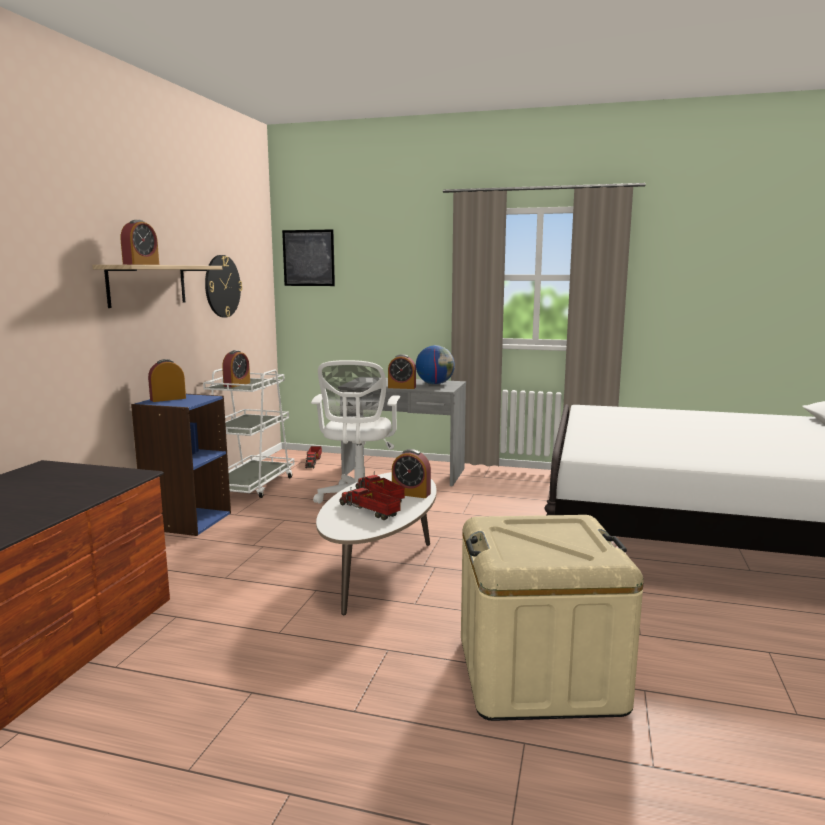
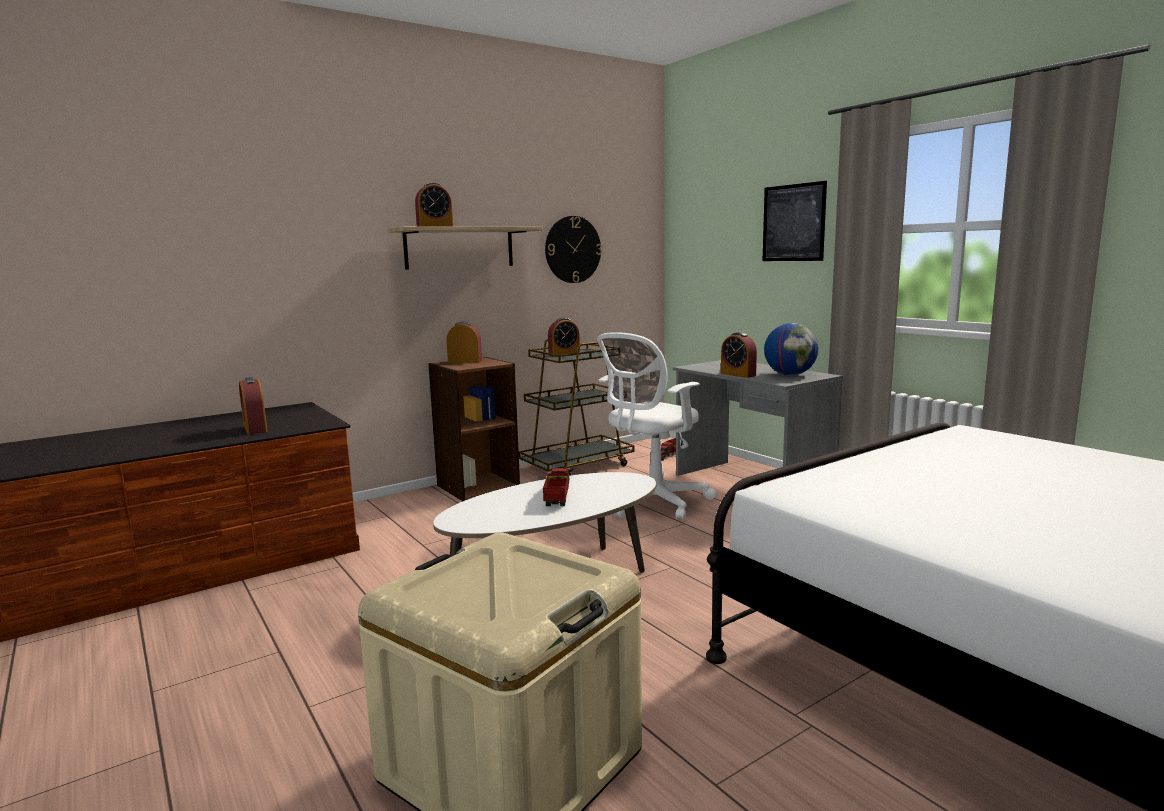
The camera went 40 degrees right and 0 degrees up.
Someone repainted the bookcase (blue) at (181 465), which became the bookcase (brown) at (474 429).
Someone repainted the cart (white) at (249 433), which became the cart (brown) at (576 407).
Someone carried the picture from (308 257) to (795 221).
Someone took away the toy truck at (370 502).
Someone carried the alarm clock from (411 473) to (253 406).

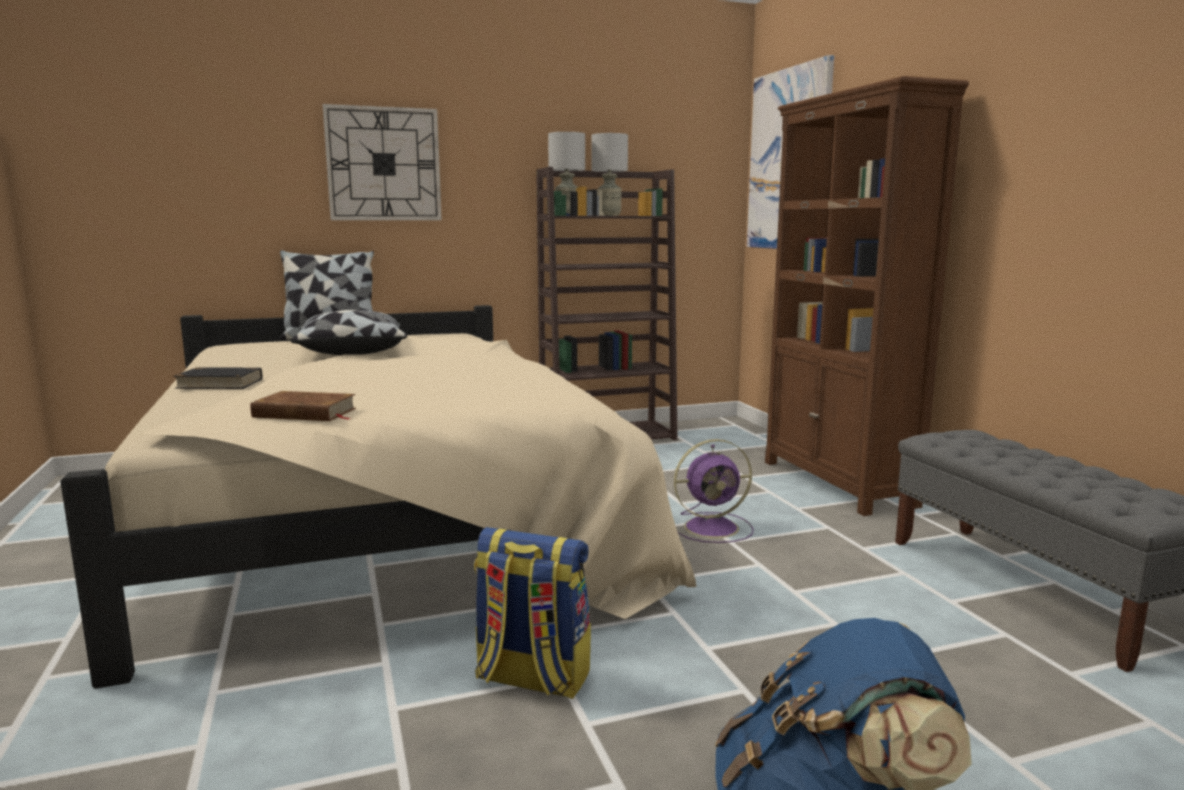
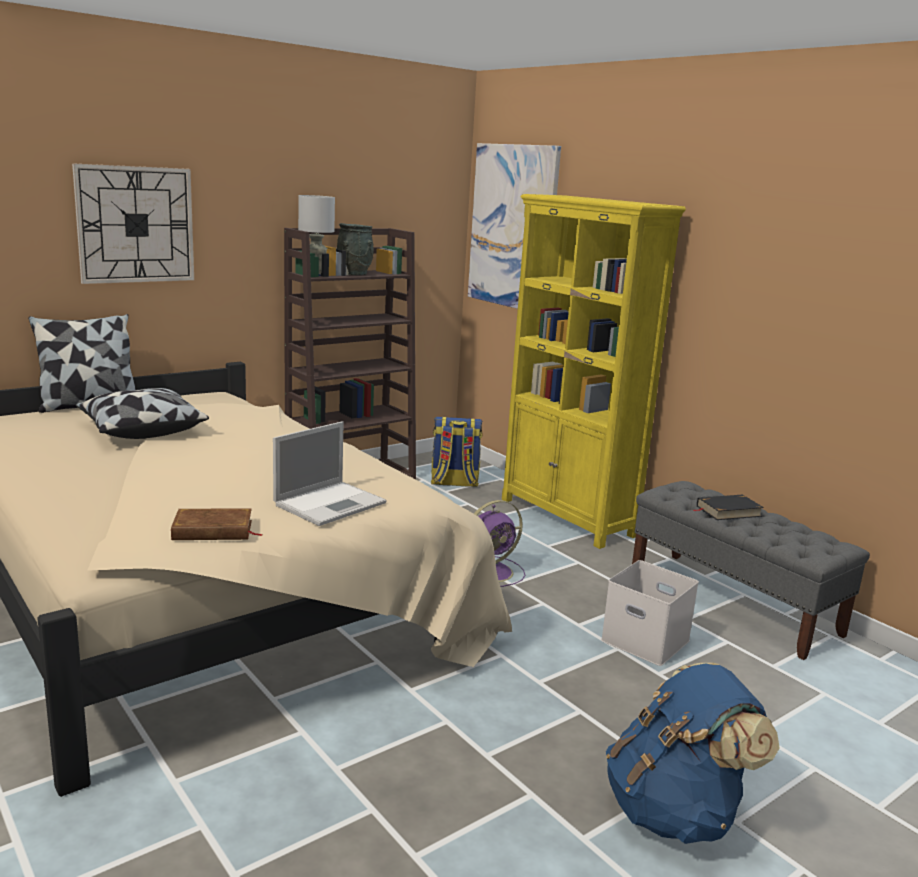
The camera went 20 degrees left and 5 degrees up.
Someone carried the book (black) from (217 378) to (729 507).
Someone carried the backpack from (532 613) to (457 452).
Someone swapped the table lamp (grey) at (609 174) for the vase (grey) at (355 249).
Someone repainted the bookcase (brown) at (867 296), which became the bookcase (yellow) at (594 371).
Someone put down the laptop at (329 473).
Someone put down the storage box (white) at (650 613).

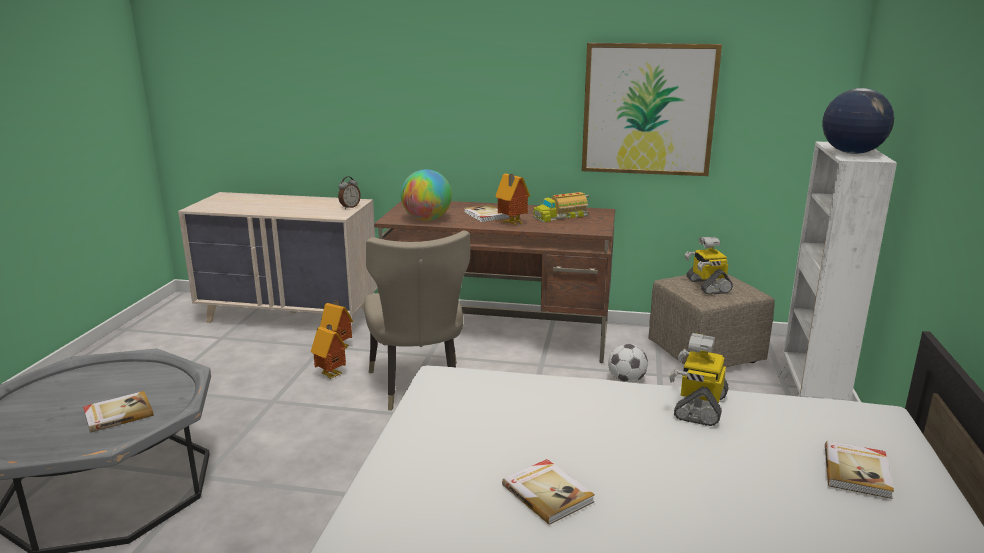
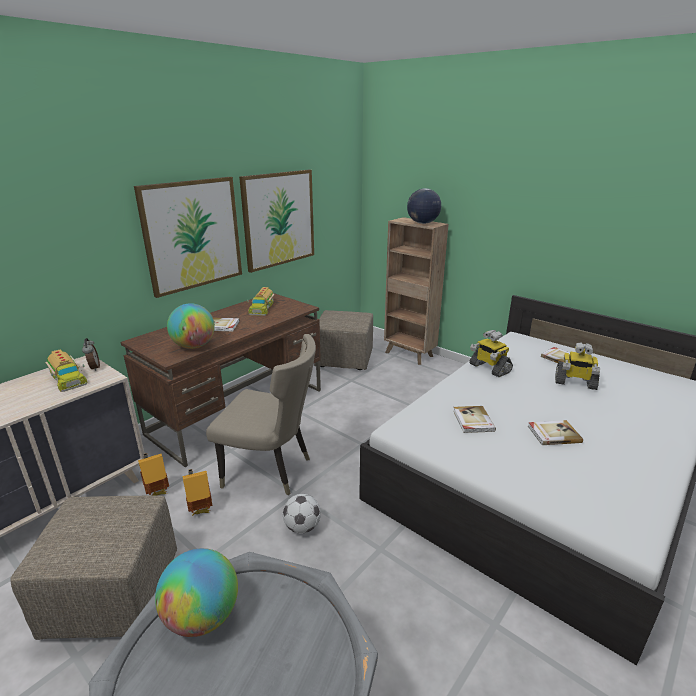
The camera went 60 degrees left and 5 degrees up.
Someone carried the book from (118 412) to (474 419).
Someone took away the toy house at (512 199).
Someone carried the football from (628 363) to (302 514).
Someone carried the toy robot from (708 266) to (577 366).
Someone repainted the bookcase (white) at (838 271), which became the bookcase (brown) at (416 291).
Someone put down the ottoman (beige) at (93 567).
Someone put down the toy truck at (66 370).
Someone put up the picture at (188 237).
Someone put down the globe at (196 592).

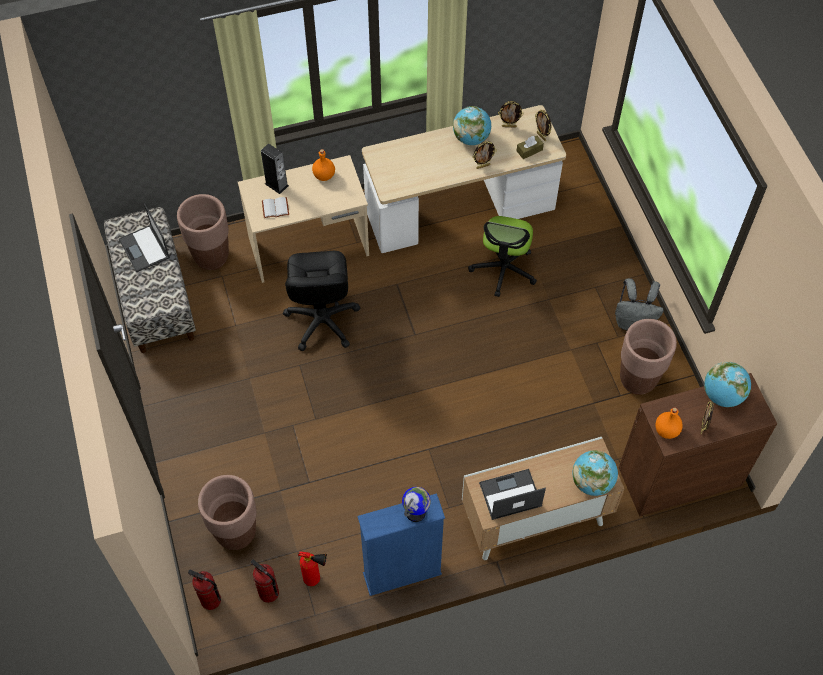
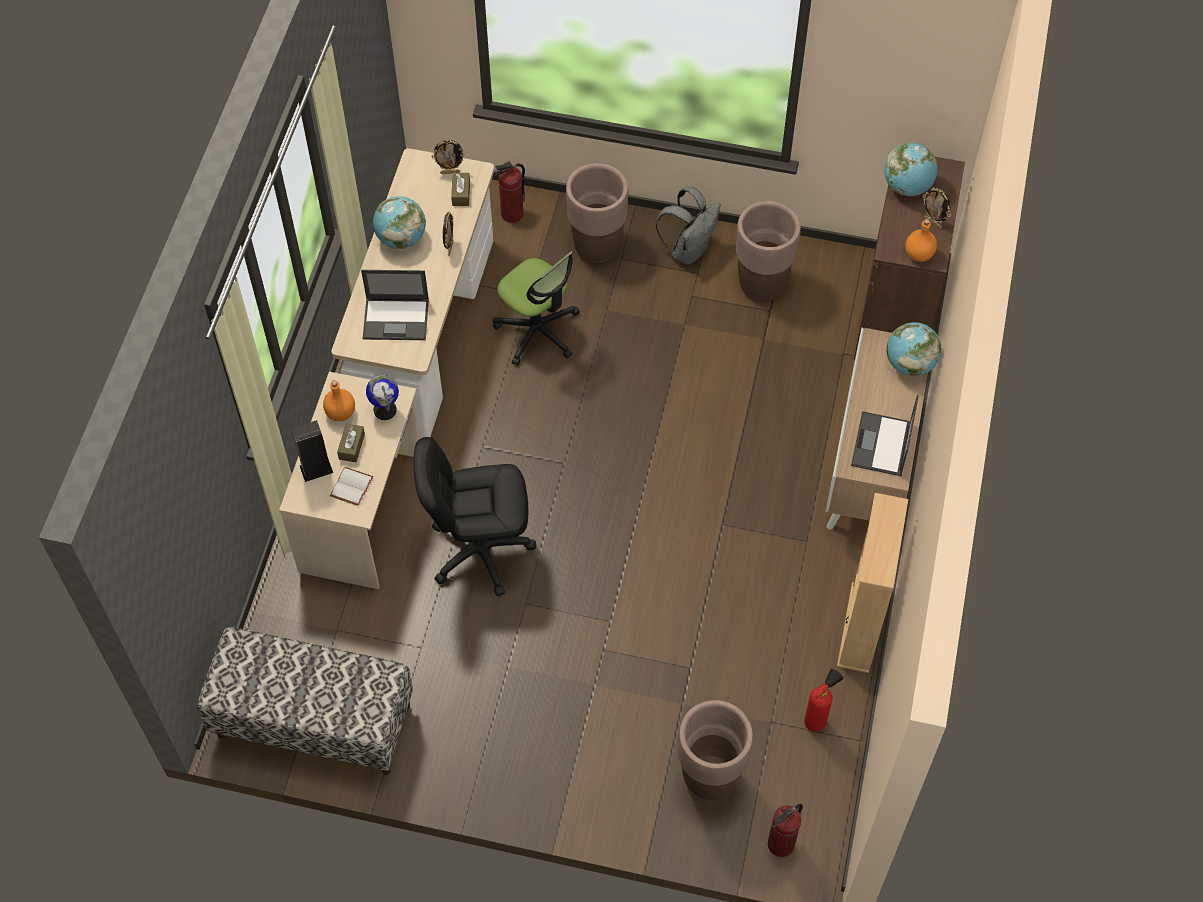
The camera went 60 degrees left and 0 degrees up.
Someone carried the laptop from (144 238) to (395 305).
Someone carried the planter (brown) from (203 232) to (597 213).
Someone carried the fire extinguisher from (265 581) to (510 192).
Someone rotated the office chair (black) at (321 301) by 150 degrees clockwise.
Someone repainted the bookcase (blue) at (401 544), which became the bookcase (beige) at (872 583).
Someone carried the globe from (416 504) to (382 397).
Someone took away the picture frame at (511 114).
Someone put down the tissue box (brown) at (351 443).

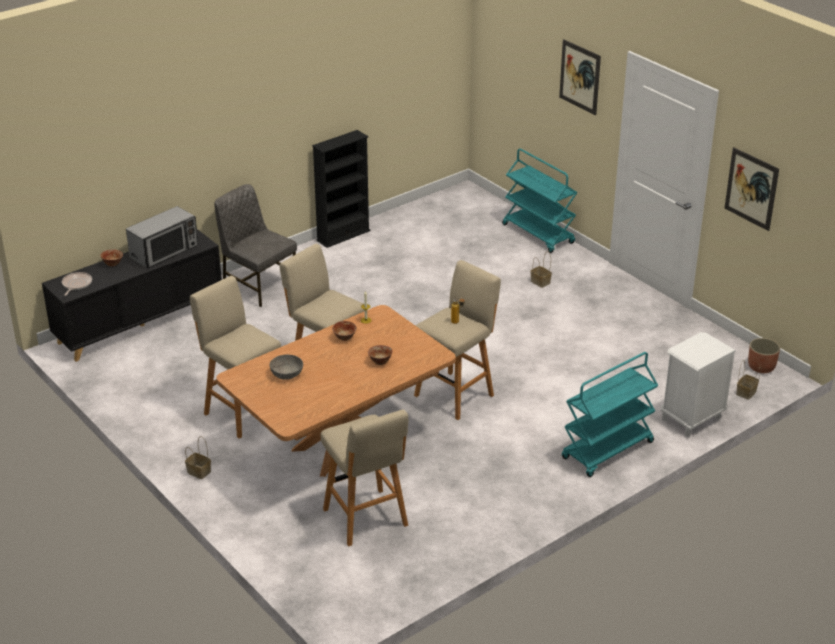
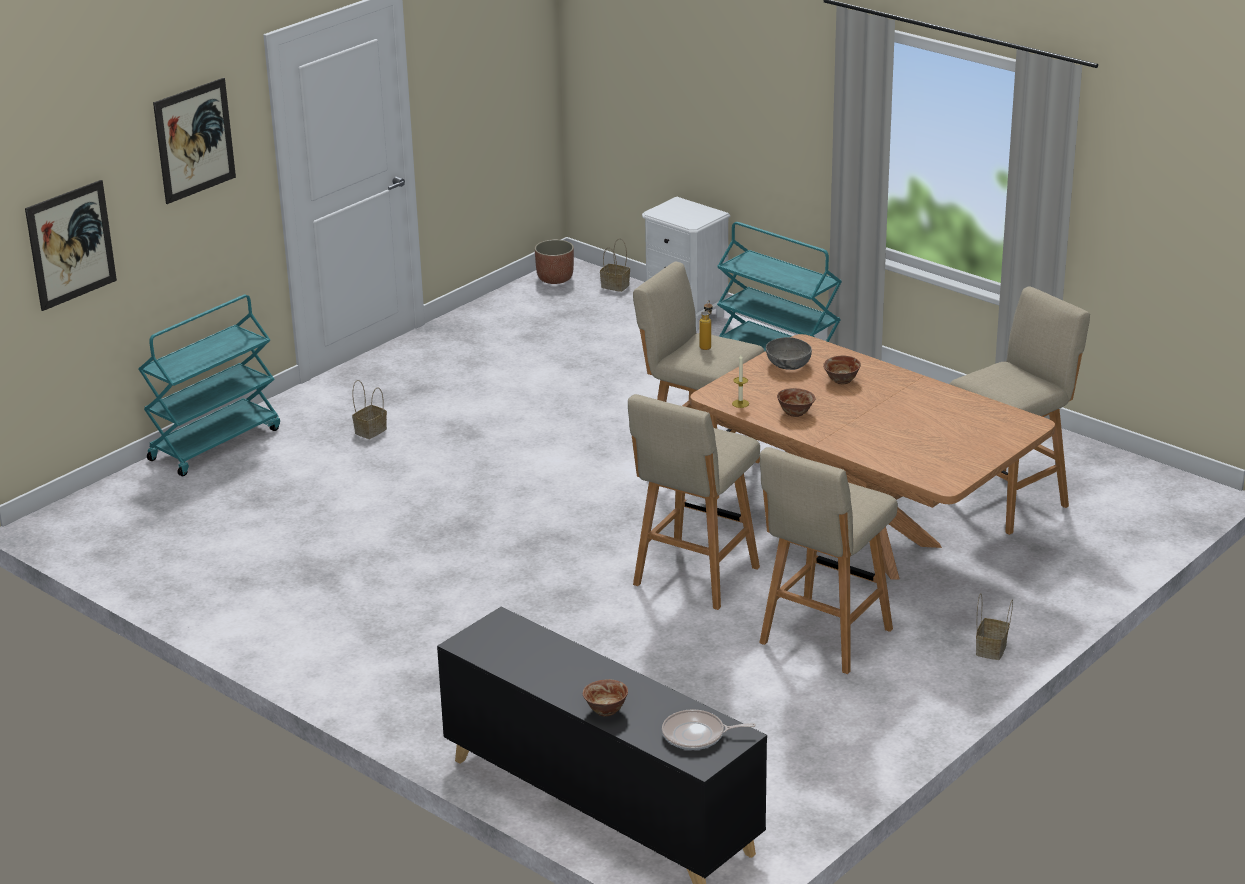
The camera went 100 degrees left and 5 degrees down.
Someone took away the microwave at (162 237).
Someone took away the chair (grey) at (255 245).
Someone carried the bowl (grey) from (286 367) to (789 353).
Someone took away the bookcase (black) at (341 189).
Someone carried the picture from (751 189) to (71 245).

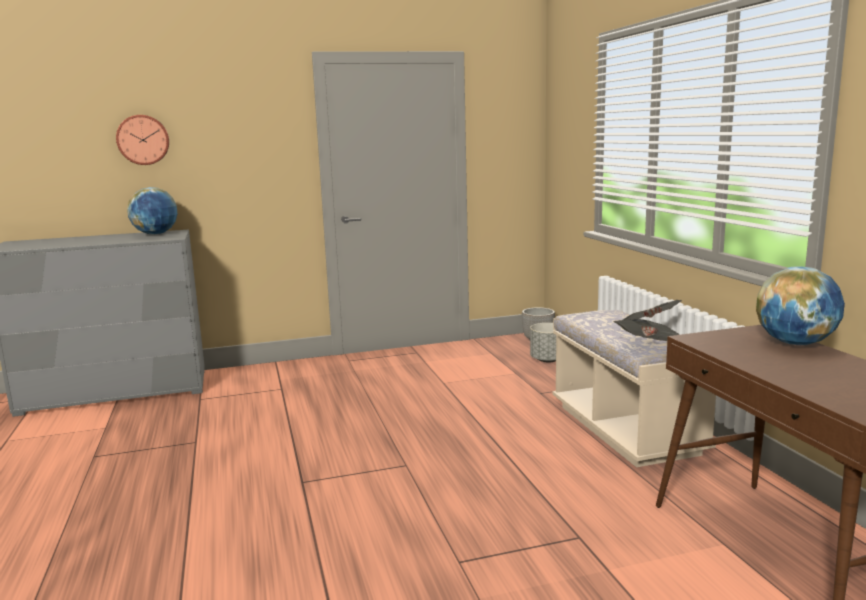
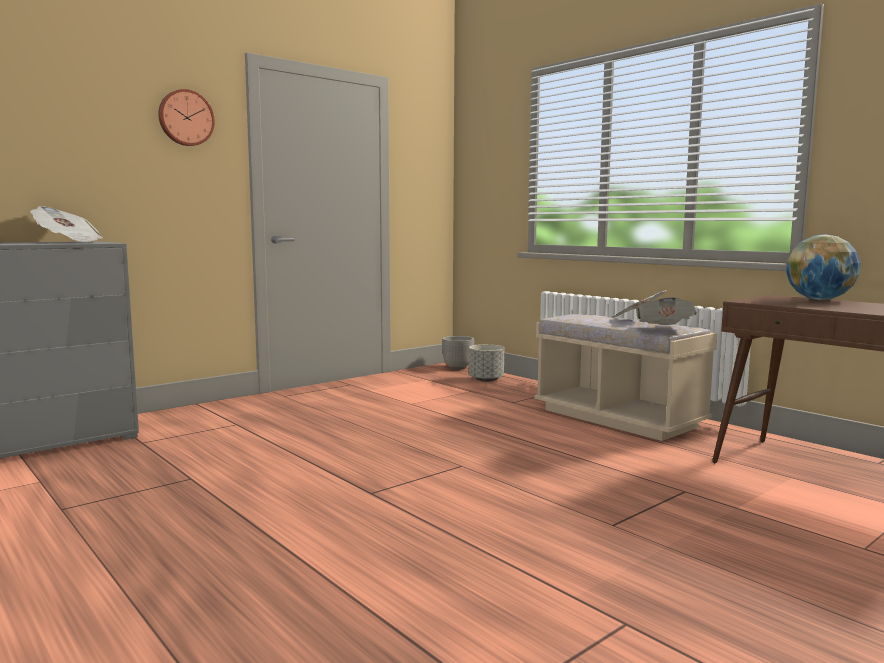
The camera went 25 degrees left and 5 degrees down.
Someone carried the wall clock from (142 140) to (186 117).
Someone swapped the globe at (152 210) for the newspaper at (66 224).

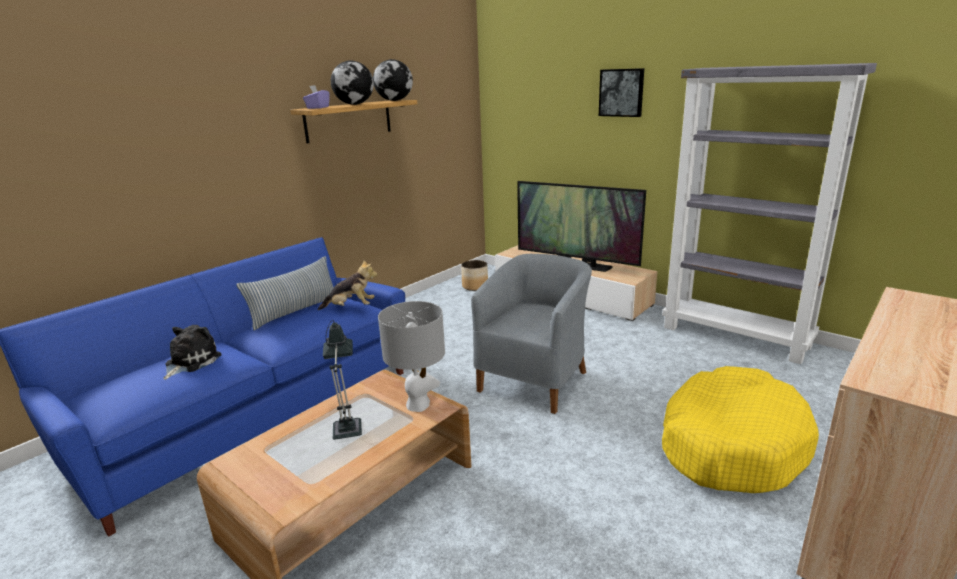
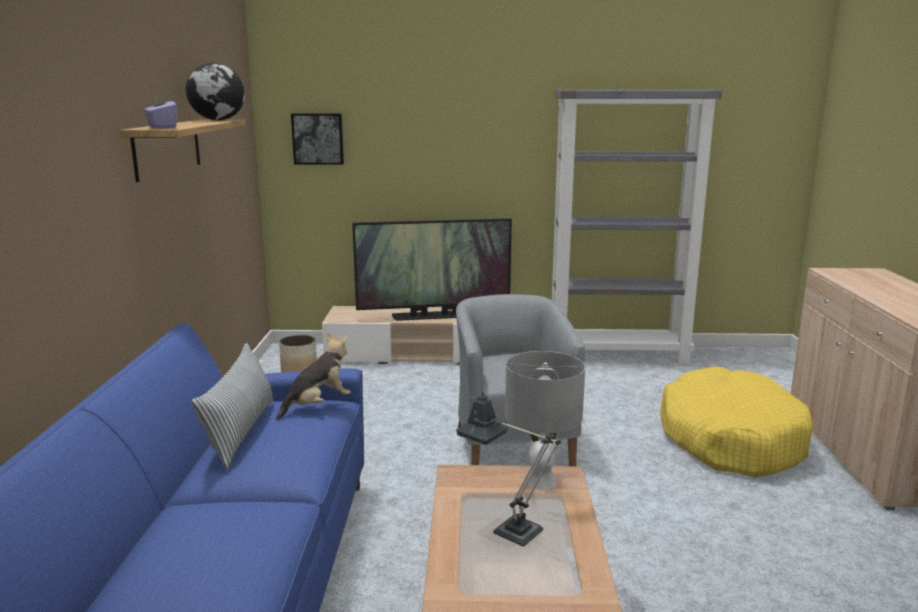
The camera went 40 degrees left and 5 degrees down.
Someone took away the plush toy at (192 352).
Someone took away the globe at (352 82).
Someone carried the picture from (621 92) to (317 139).

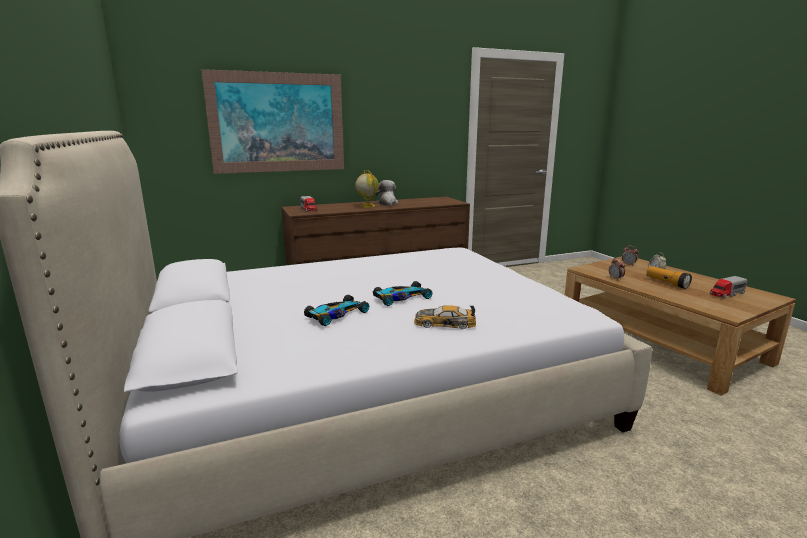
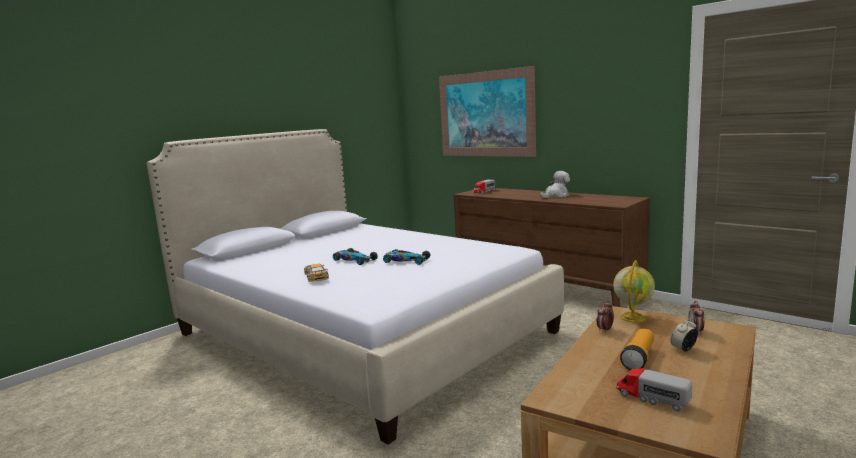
The camera went 65 degrees right and 5 degrees down.
Someone carried the toy car from (336 310) to (407 257).
Someone carried the globe from (367 189) to (634 291).

